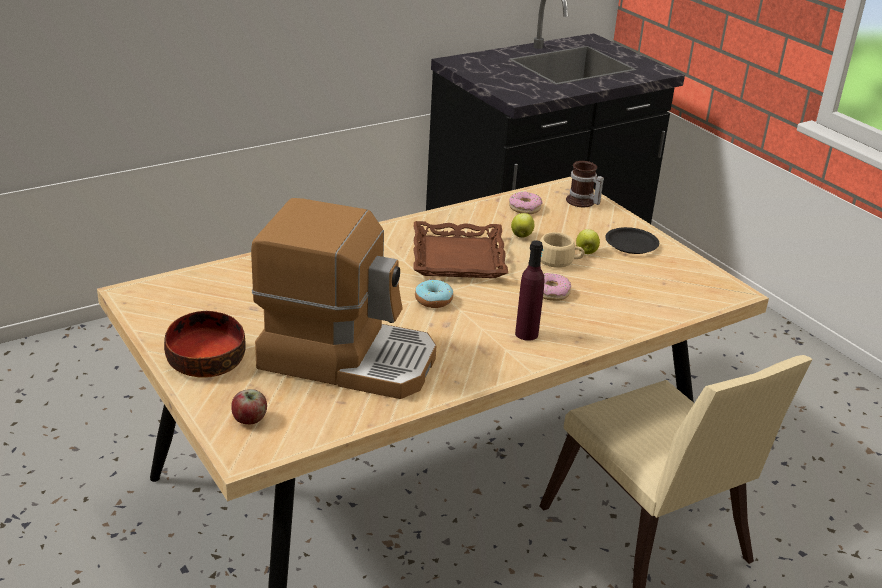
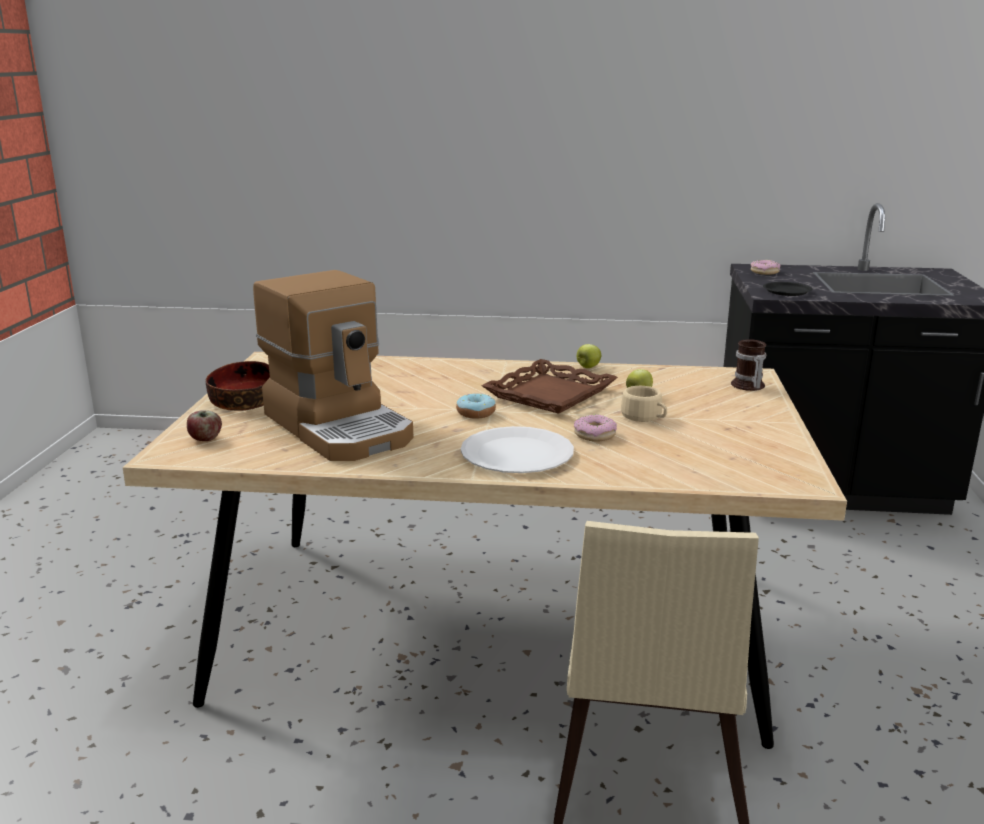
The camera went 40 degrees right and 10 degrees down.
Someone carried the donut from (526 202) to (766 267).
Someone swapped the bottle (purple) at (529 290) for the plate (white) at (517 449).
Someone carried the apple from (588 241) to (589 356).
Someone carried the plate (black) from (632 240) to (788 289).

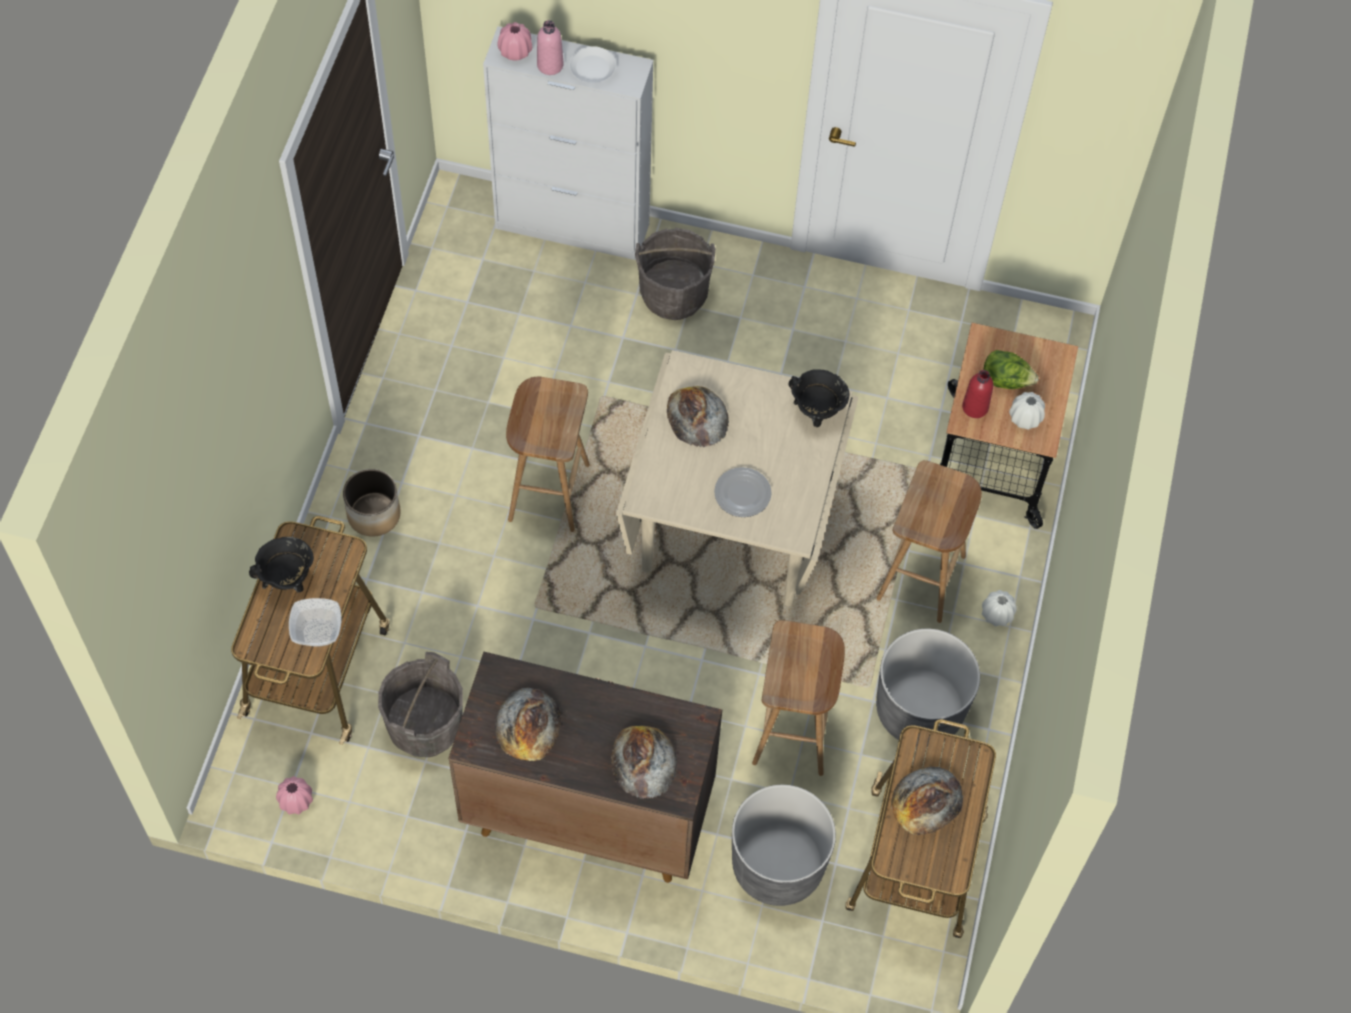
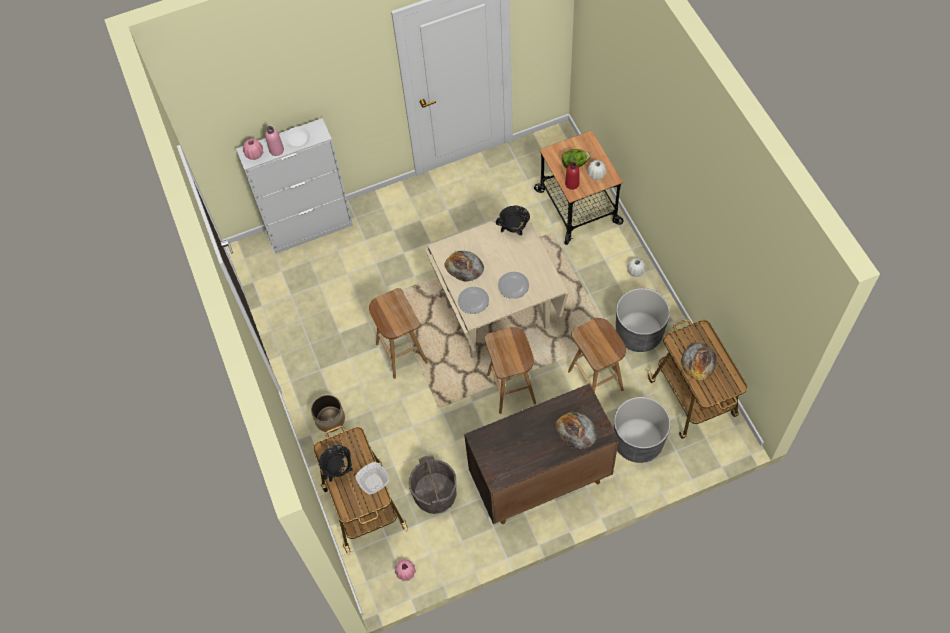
The camera went 30 degrees left and 0 degrees up.
Someone took away the bread at (528 724).
Someone took away the bucket (grey) at (675 274).
Someone carried the stool (brown) from (929 541) to (510 370).
Someone put down the plate at (473 300).

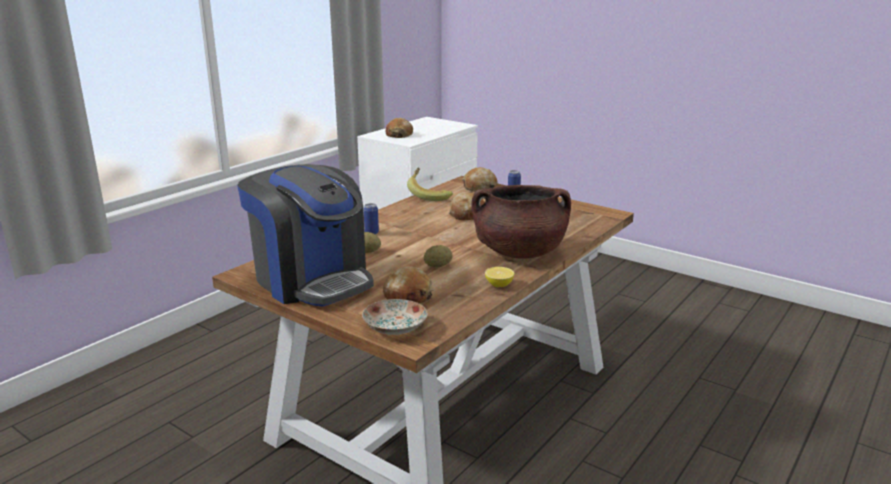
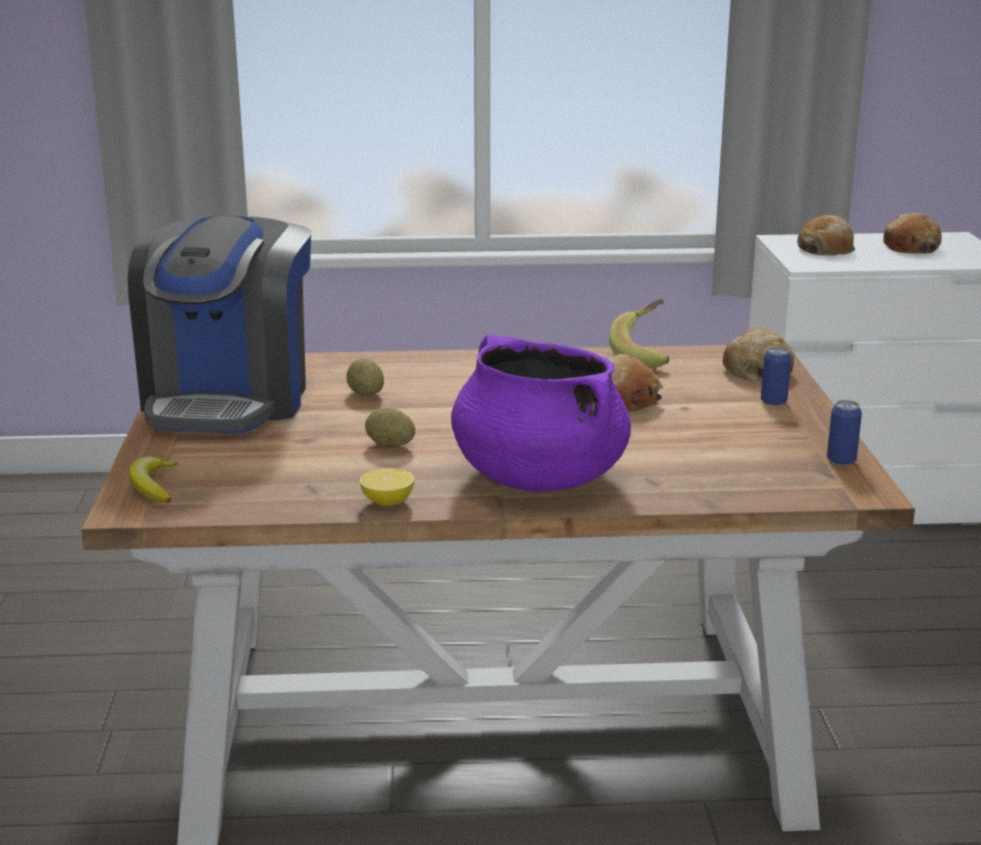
The camera went 50 degrees right and 0 degrees up.
Someone swapped the plate at (395 317) for the banana at (153 479).
Someone carried the can from (371 219) to (844 432).
Someone carried the bread from (408 285) to (913 233).
Someone repainted the cooking pot (brown) at (521 222), which became the cooking pot (purple) at (541 413).

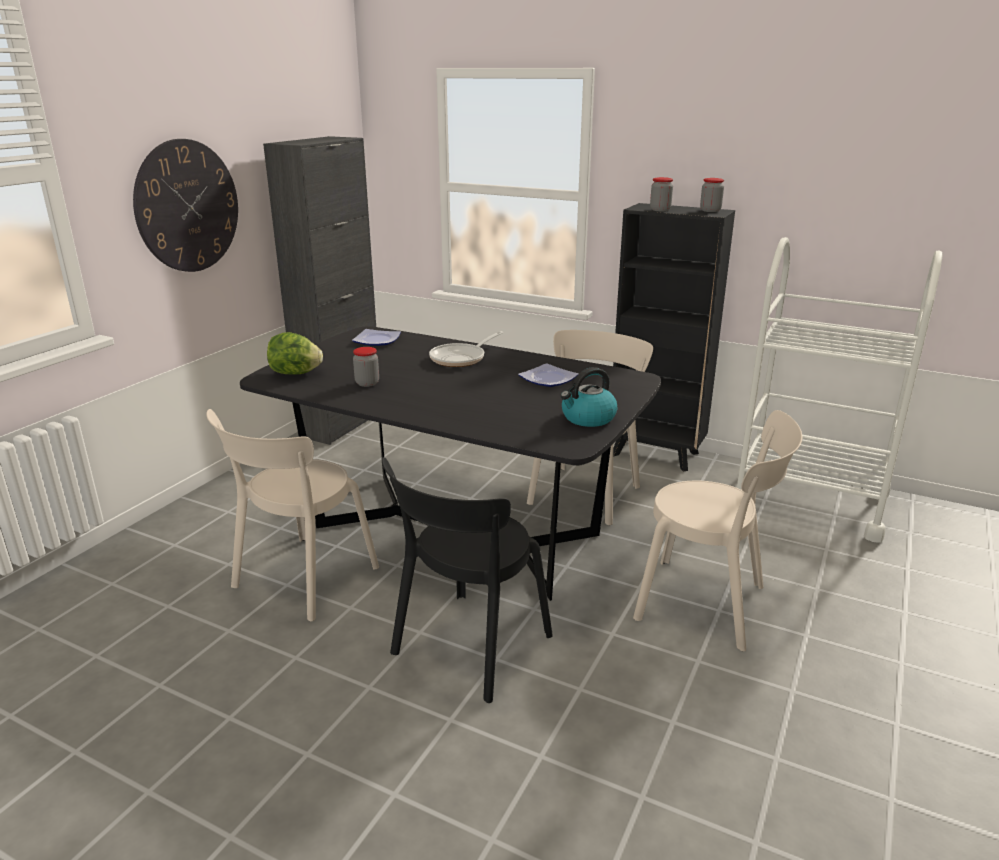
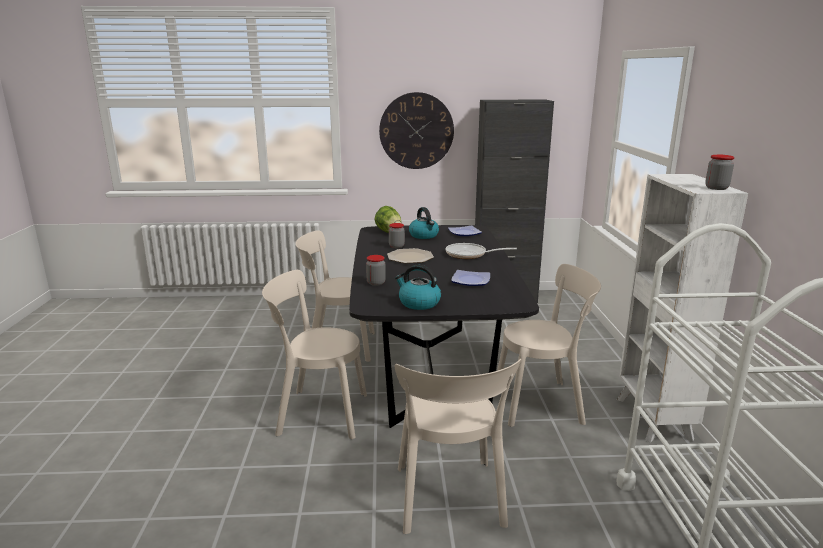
The camera went 60 degrees right and 5 degrees down.
Someone repainted the chair (black) at (467 580), which became the chair (beige) at (314 354).
Someone repainted the bookcase (black) at (674 337), which became the bookcase (white) at (682 308).
Someone carried the jar from (661 194) to (376 270).
Someone put down the plate at (410 255).
Someone put down the kettle at (424 223).

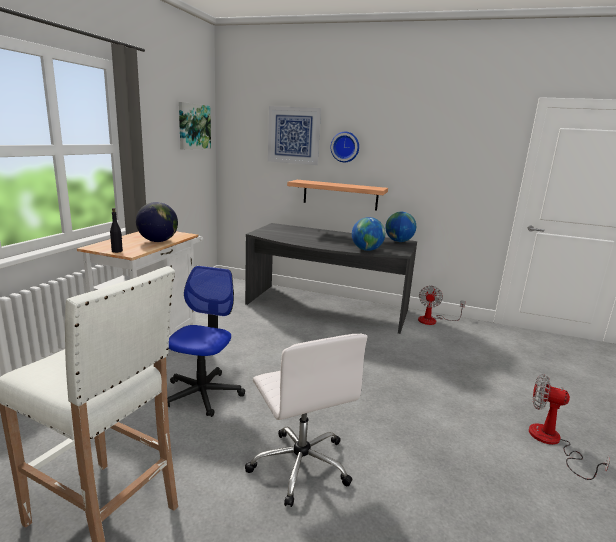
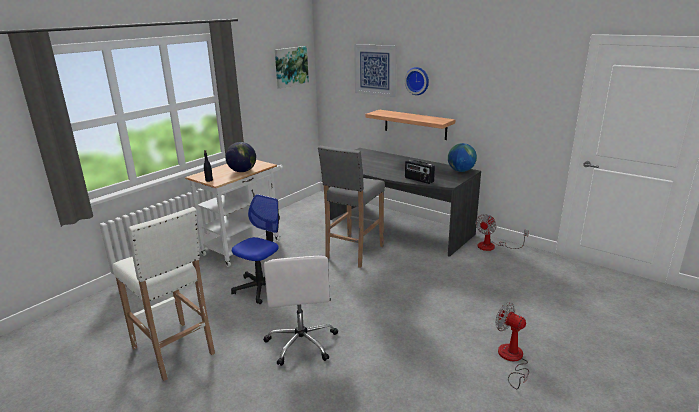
The camera went 20 degrees right and 5 degrees up.
Someone swapped the globe at (368 234) for the radio at (420 172).
Someone put down the stool (grey) at (351 206).

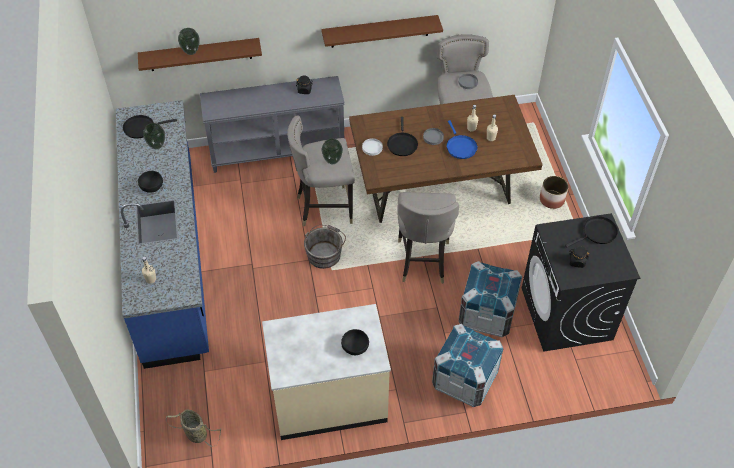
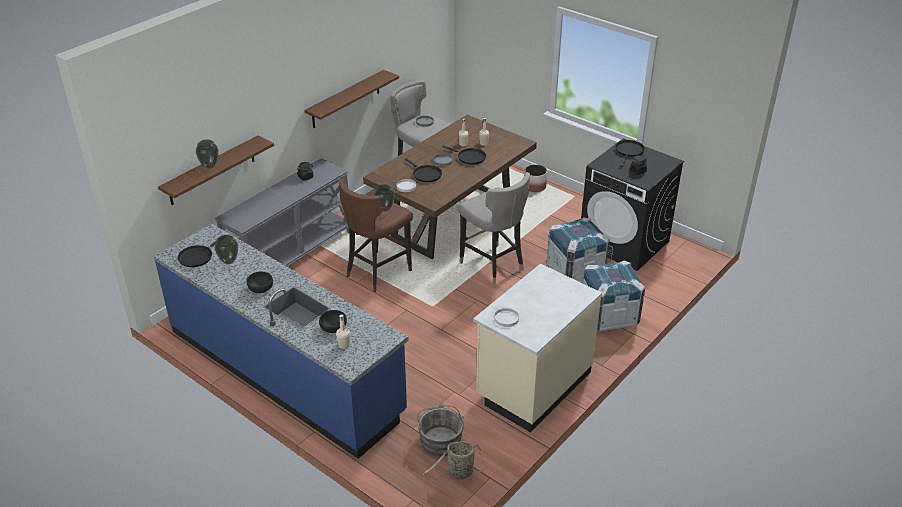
The camera went 40 degrees left and 15 degrees down.
Someone repainted the stool (grey) at (321 171), which became the stool (brown) at (375 235).
Someone carried the bucket (grey) from (325 247) to (440 430).
Someone carried the bowl (black) from (355 342) to (333 321).
Someone repainted the frying pan (blue) at (461 139), which became the frying pan (black) at (464 155).
Someone put down the plate (white) at (506 317).

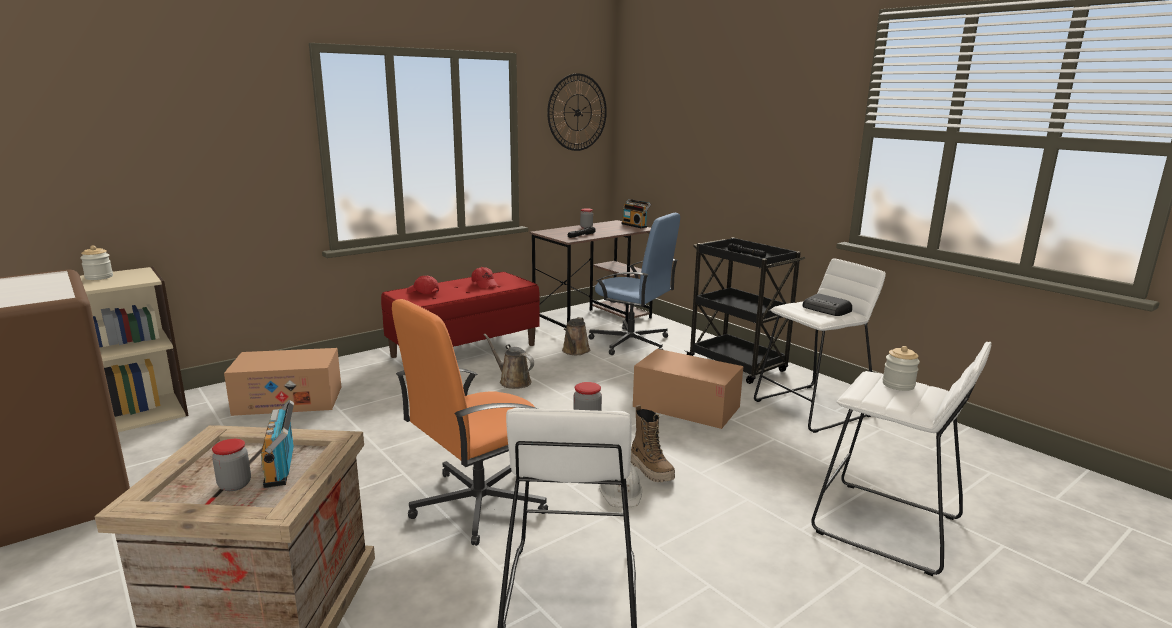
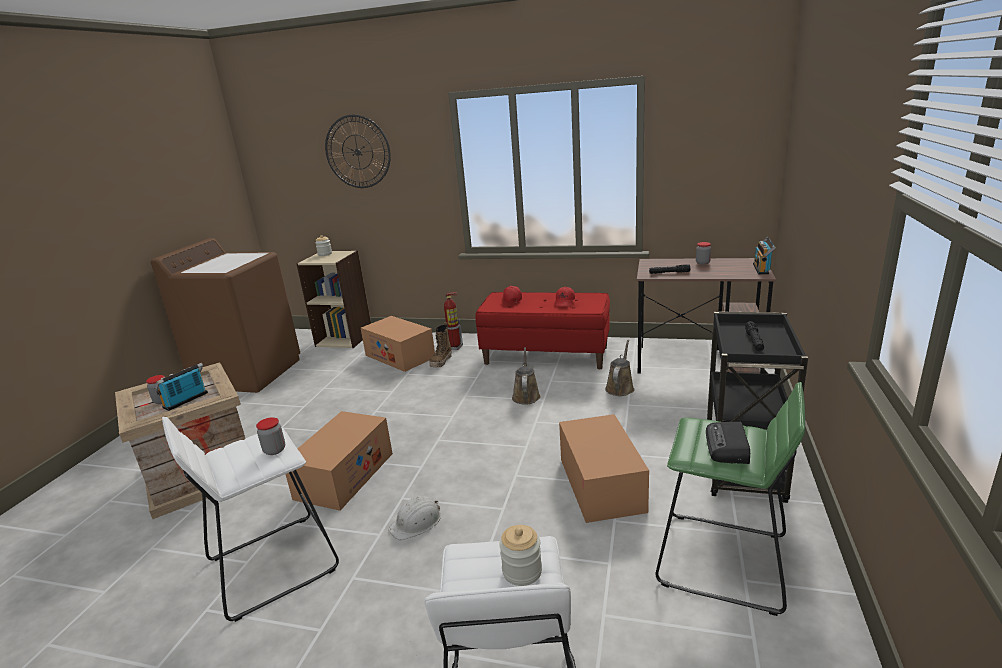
The camera went 55 degrees right and 5 degrees up.
Someone swapped the office chair (orange) at (470 422) for the cardboard box at (339 461).
Someone carried the wall clock from (577 112) to (358 151).
Someone rotated the watering can (brown) at (576 336) by 135 degrees clockwise.
Someone took away the office chair (blue) at (634 284).
Someone carried the boot from (653 443) to (440 344).
Someone repainted the stool (white) at (820 345), which became the stool (green) at (730 499).
Someone put down the fire extinguisher at (453 321).

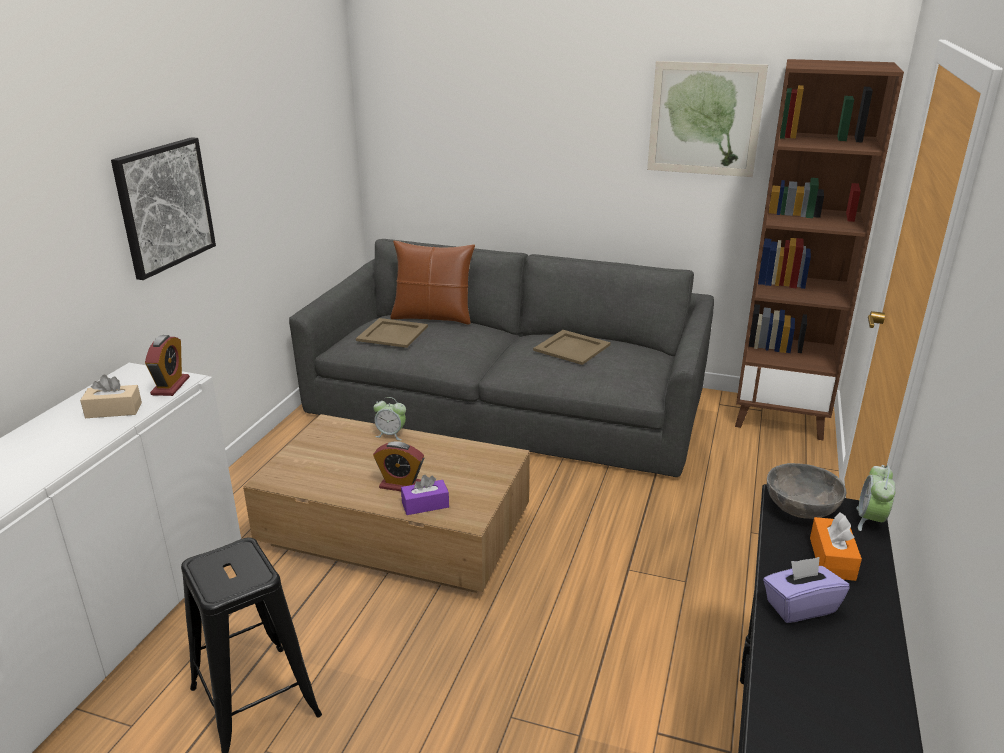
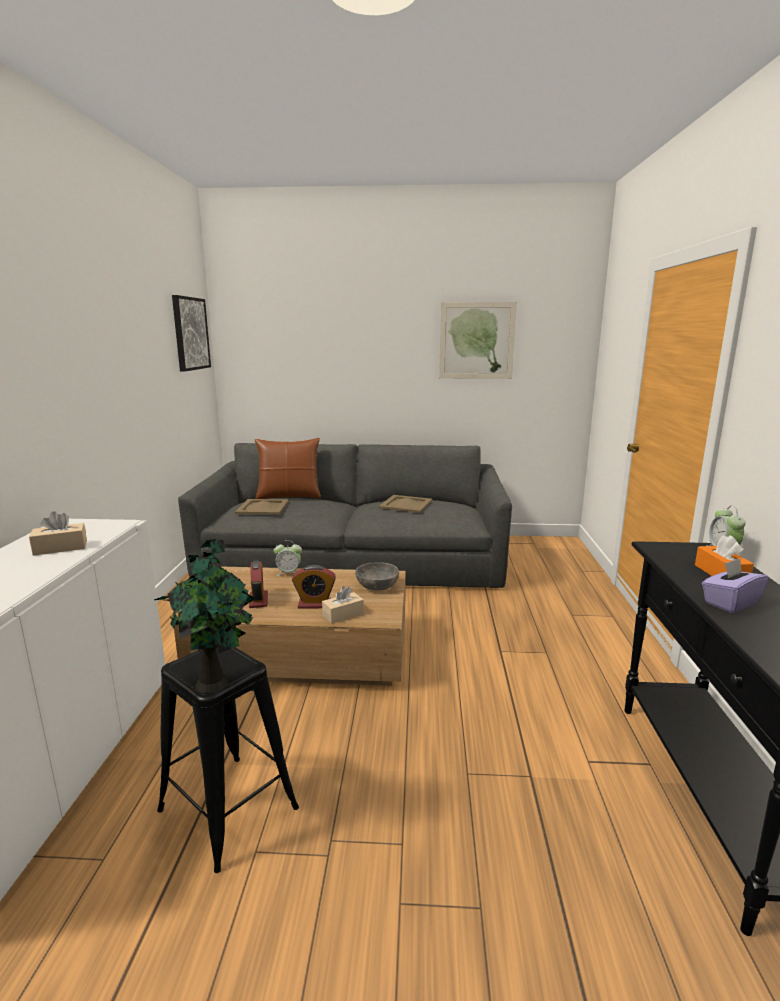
The camera went 15 degrees left and 10 degrees down.
Someone carried the picture from (163 208) to (191 333).
Someone carried the alarm clock from (167 365) to (258 584).
Someone repainted the tissue box (purple) at (425 495), which became the tissue box (beige) at (343 604).
Someone took away the bookcase (brown) at (819 249).
Someone carried the bowl (grey) from (806 491) to (377 576).
Someone put down the potted plant at (204 616).

